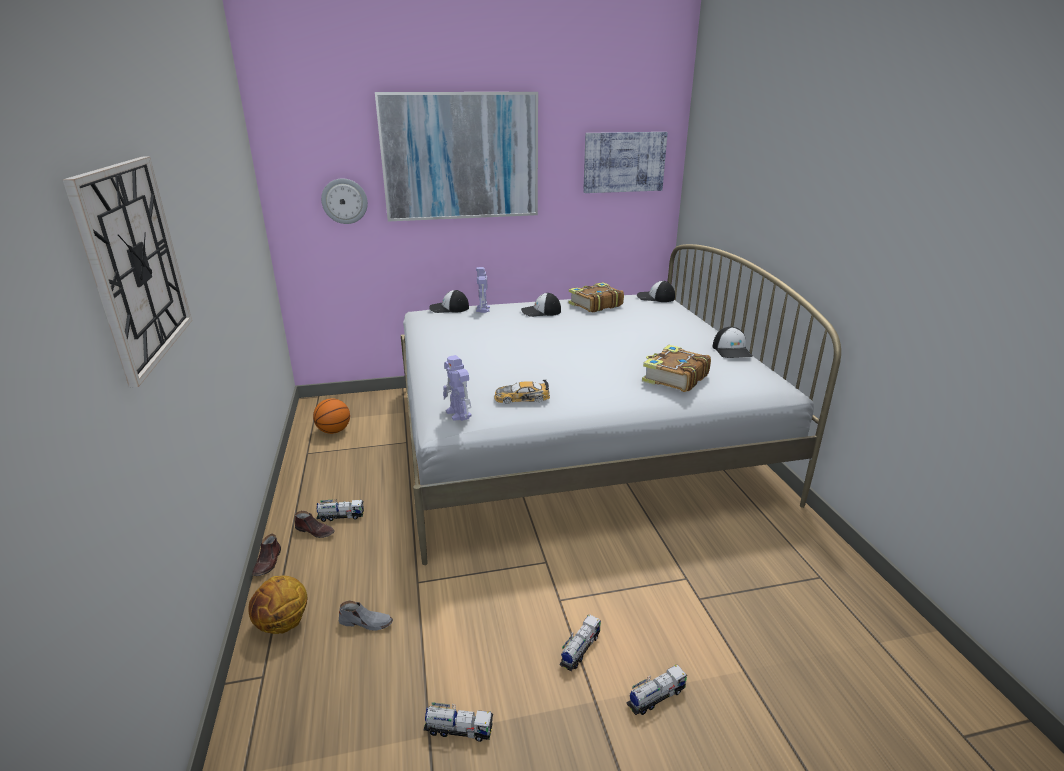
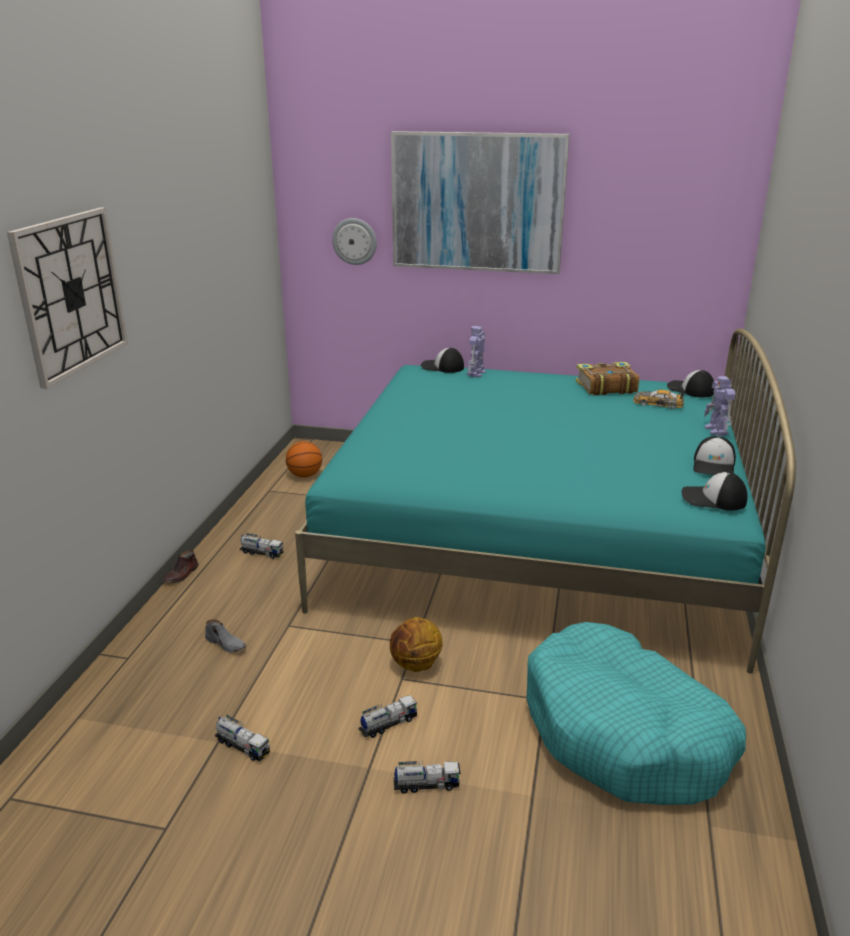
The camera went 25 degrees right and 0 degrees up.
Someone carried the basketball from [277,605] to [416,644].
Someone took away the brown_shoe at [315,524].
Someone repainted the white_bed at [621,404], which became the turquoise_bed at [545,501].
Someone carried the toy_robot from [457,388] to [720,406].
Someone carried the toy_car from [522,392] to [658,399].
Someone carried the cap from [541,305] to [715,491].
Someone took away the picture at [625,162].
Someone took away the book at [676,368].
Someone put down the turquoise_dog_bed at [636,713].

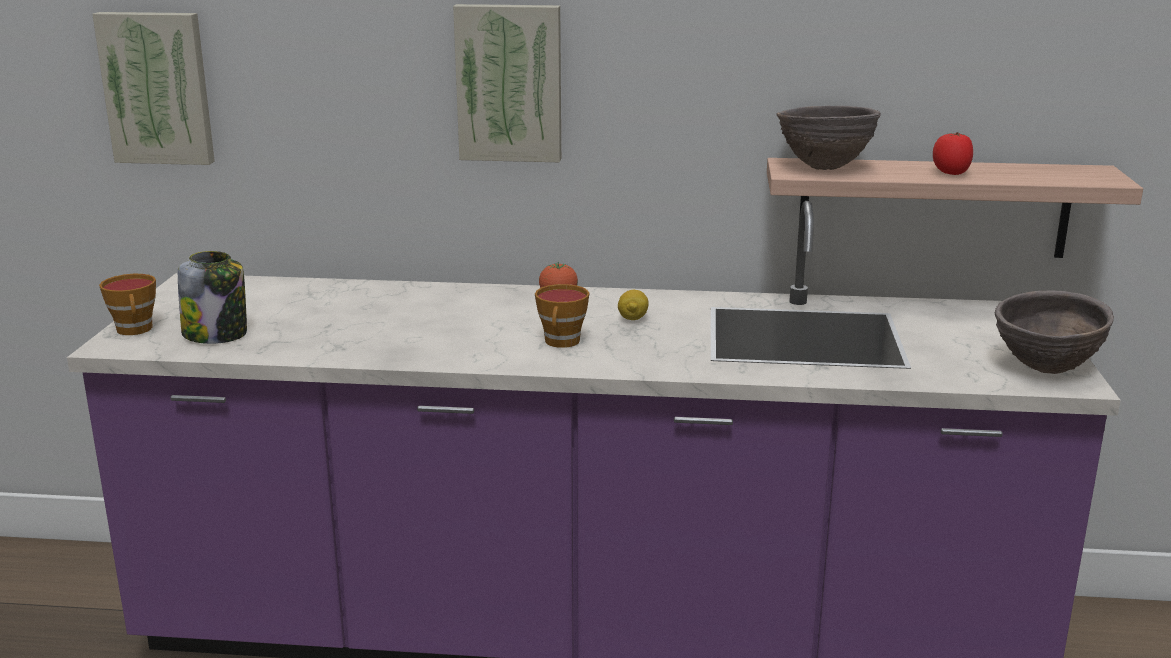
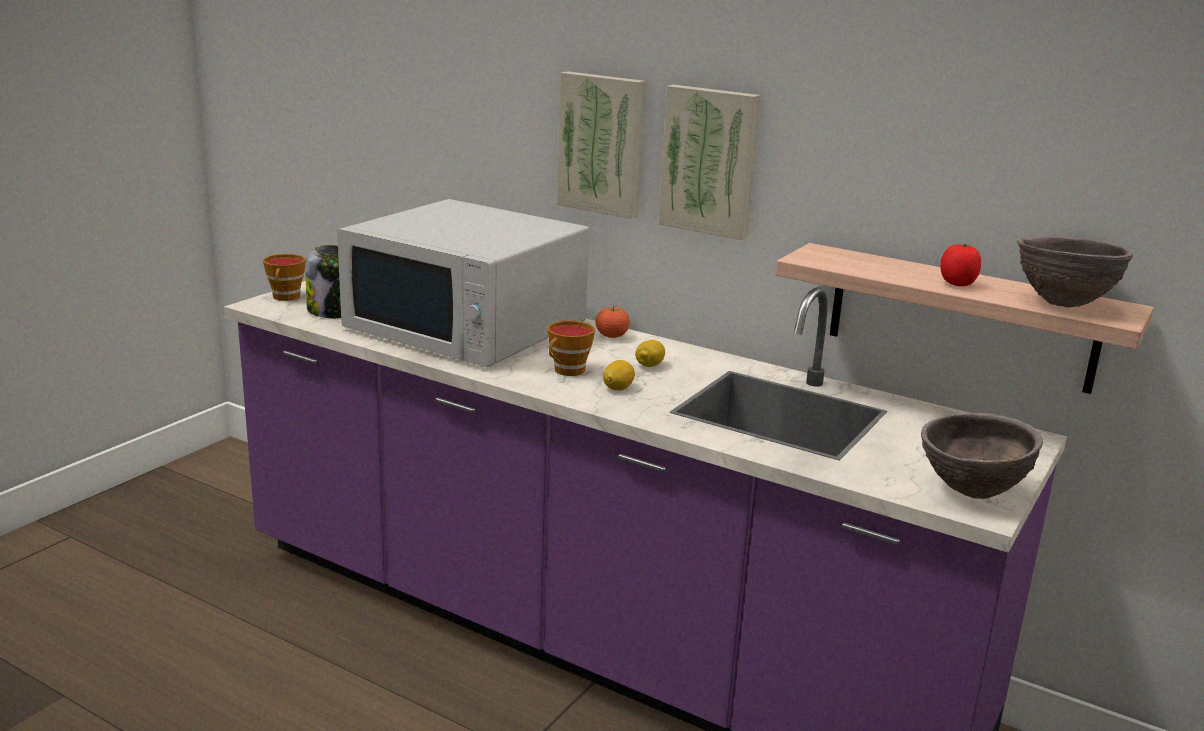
The camera went 25 degrees right and 0 degrees up.
Someone carried the picture from [153,88] to [709,162].
Someone carried the brown_bowl from [828,138] to [1075,272].
Someone put down the white_microwave at [463,283].
Someone put down the lemon at [619,375].

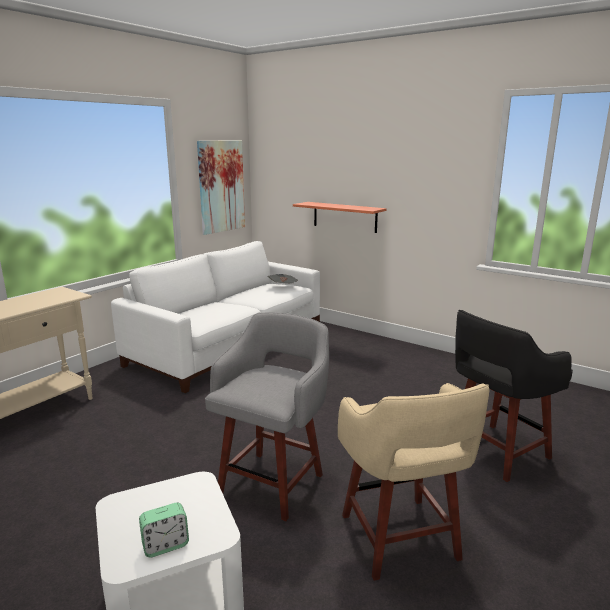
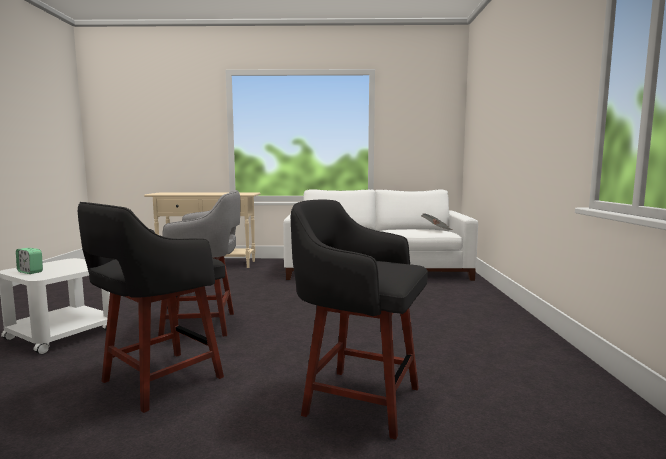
The camera went 55 degrees right and 10 degrees down.
Someone took away the picture at [221,188].
Someone took away the shelf at [339,217].
Someone repainted the beige_stool at [414,482], which became the black_stool at [151,307].

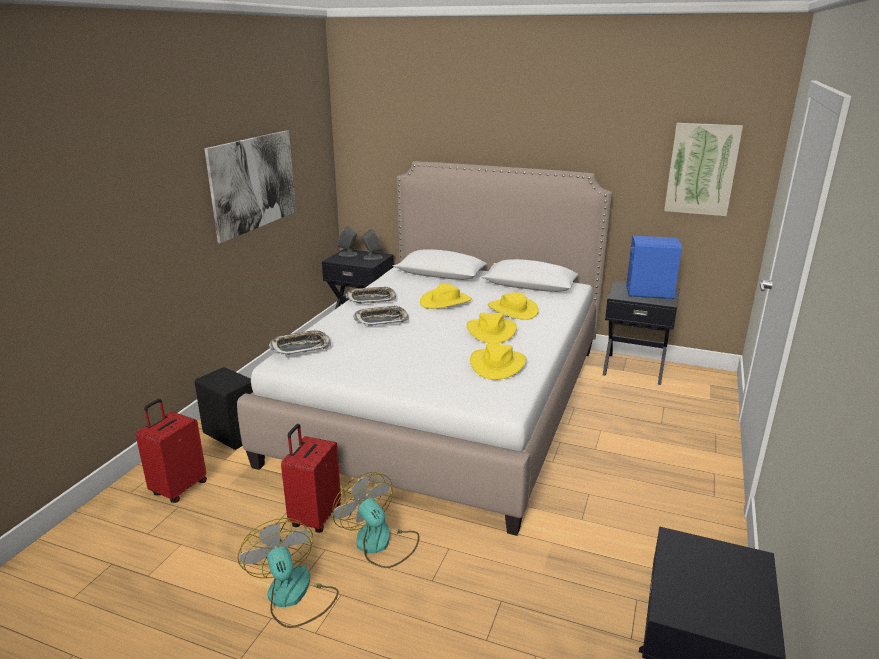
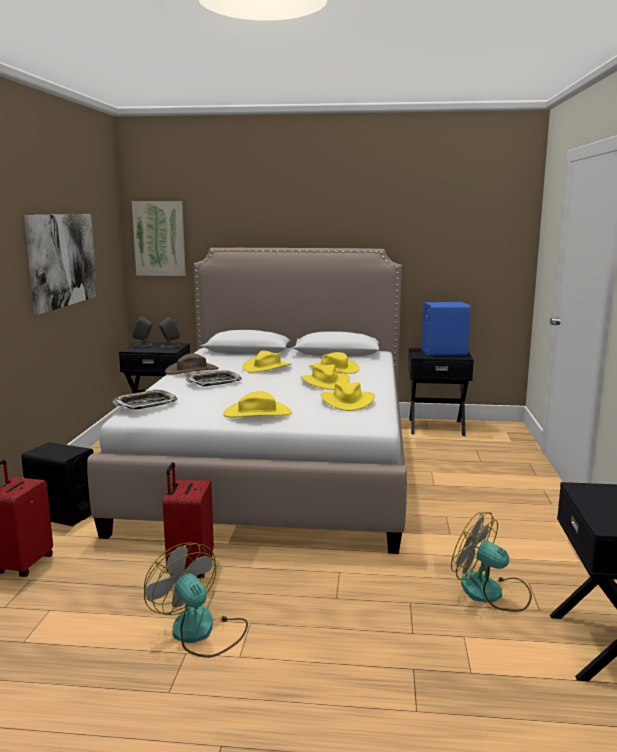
The camera went 15 degrees left and 10 degrees down.
Someone carried the fan from [376,520] to [491,562].
Someone swapped the tray at [371,294] for the brown_hat at [192,364].
Someone carried the picture from [703,169] to [159,238].
Someone put down the yellow_hat at [257,404].

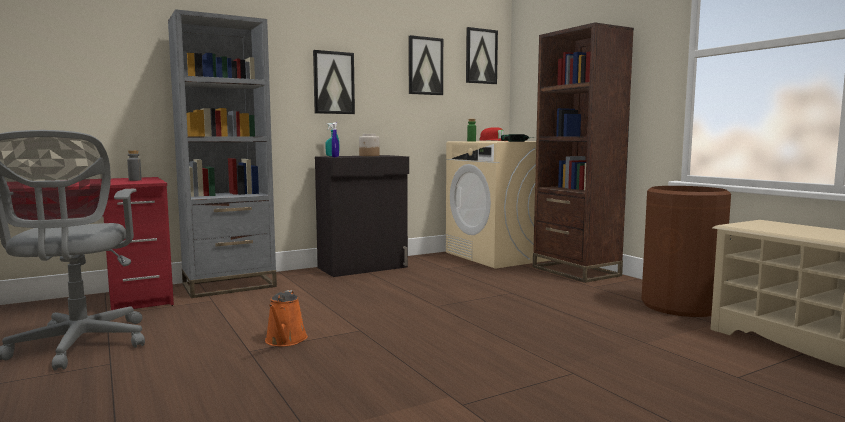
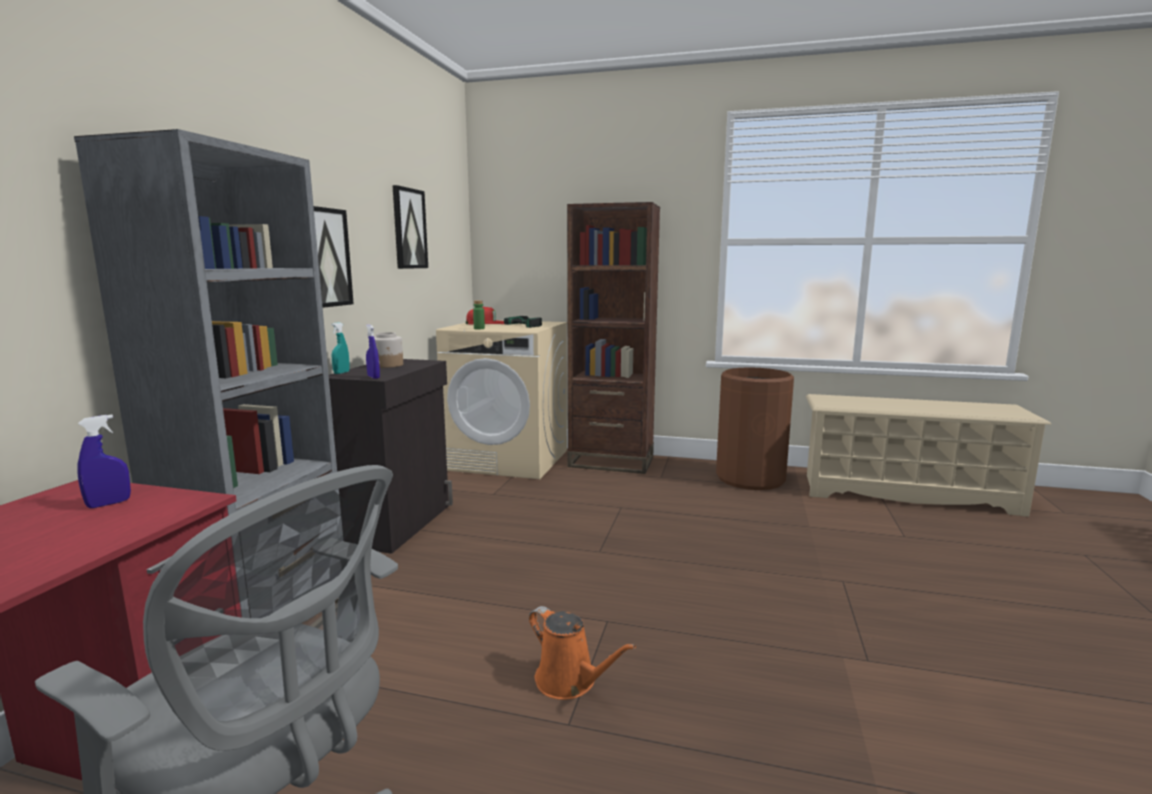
The camera went 45 degrees left and 5 degrees up.
Someone swapped the grey_bottle at [134,165] for the blue_spray_bottle at [104,461].
Someone took away the picture at [482,55].

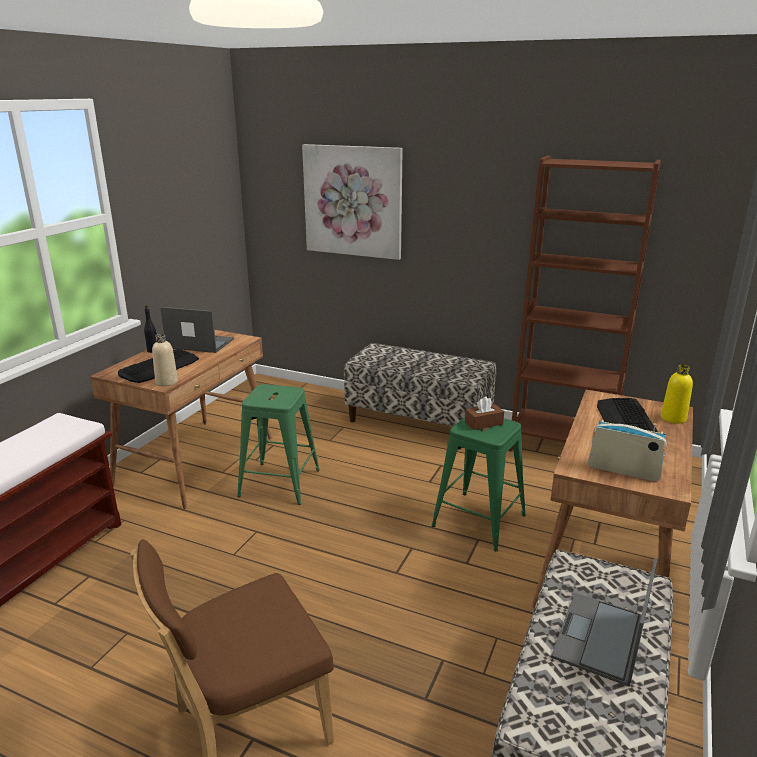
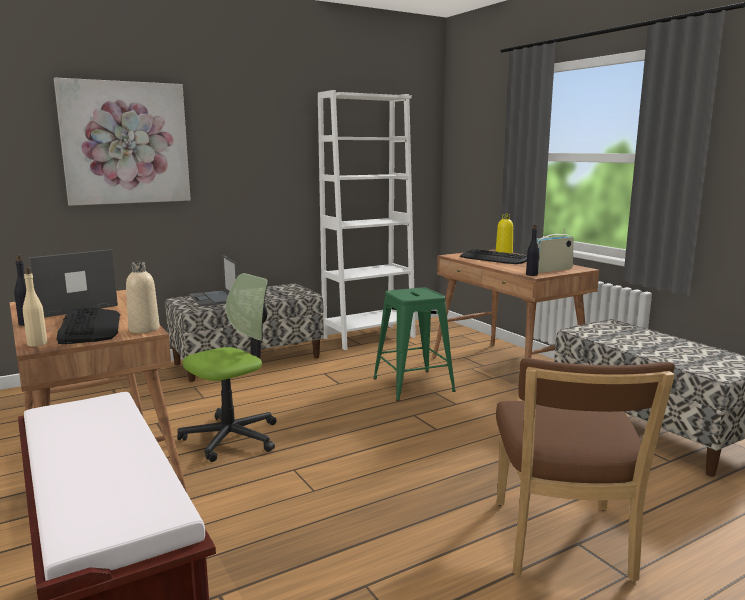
The camera went 55 degrees left and 10 degrees down.
Someone swapped the green_stool at [278,444] for the office_chair at [227,367].
Someone took away the brown_tissue_box at [484,413].
Someone repainted the brown_bookcase at [584,304], which became the white_bookcase at [367,220].
Someone carried the laptop from [604,622] to [213,280].
Someone put down the beige_bottle at [35,307].
Someone put down the black_bottle at [533,250].

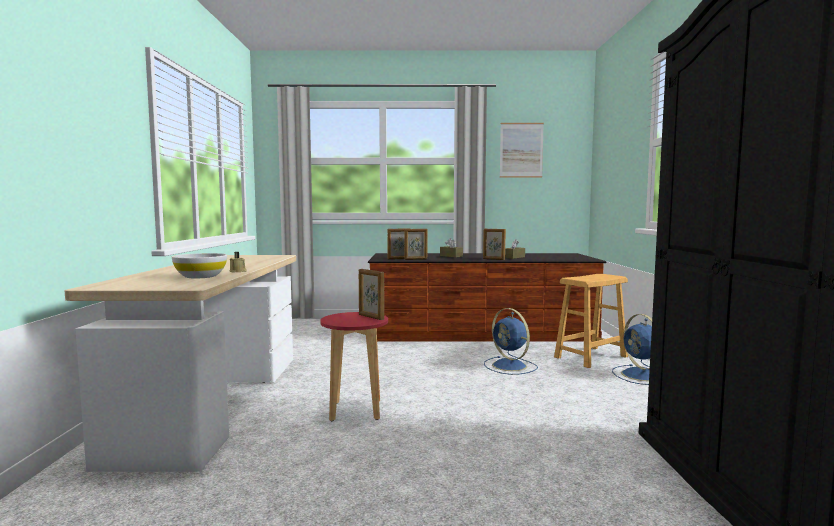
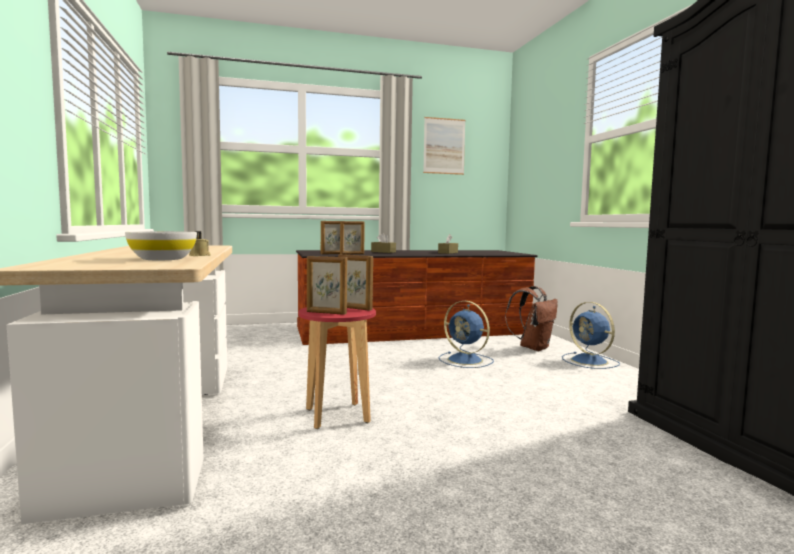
The camera went 15 degrees left and 0 degrees up.
Someone carried the picture_frame from [494,244] to [327,285].
Someone swapped the brown_stool at [591,321] for the brown_backpack at [531,318].

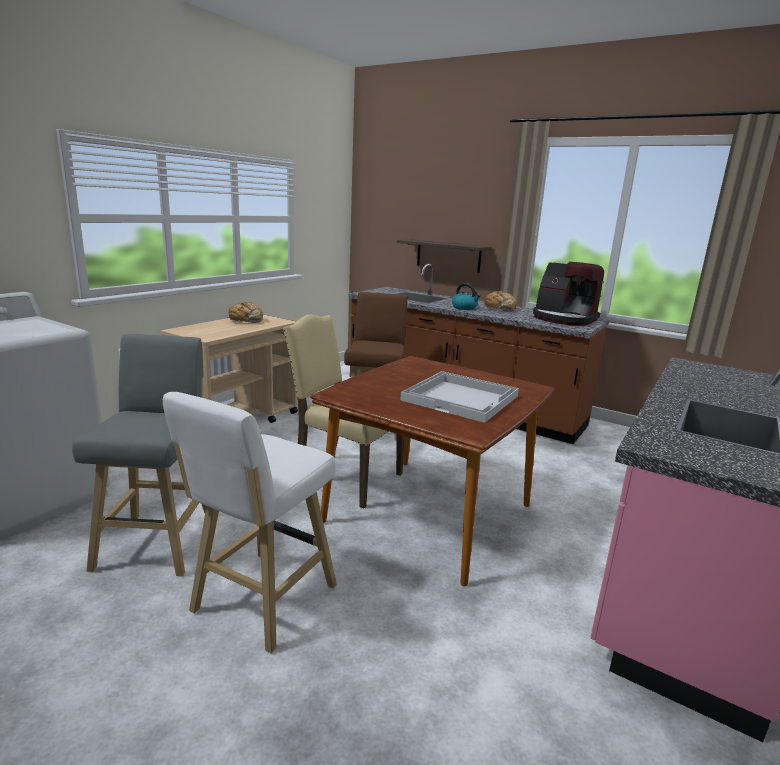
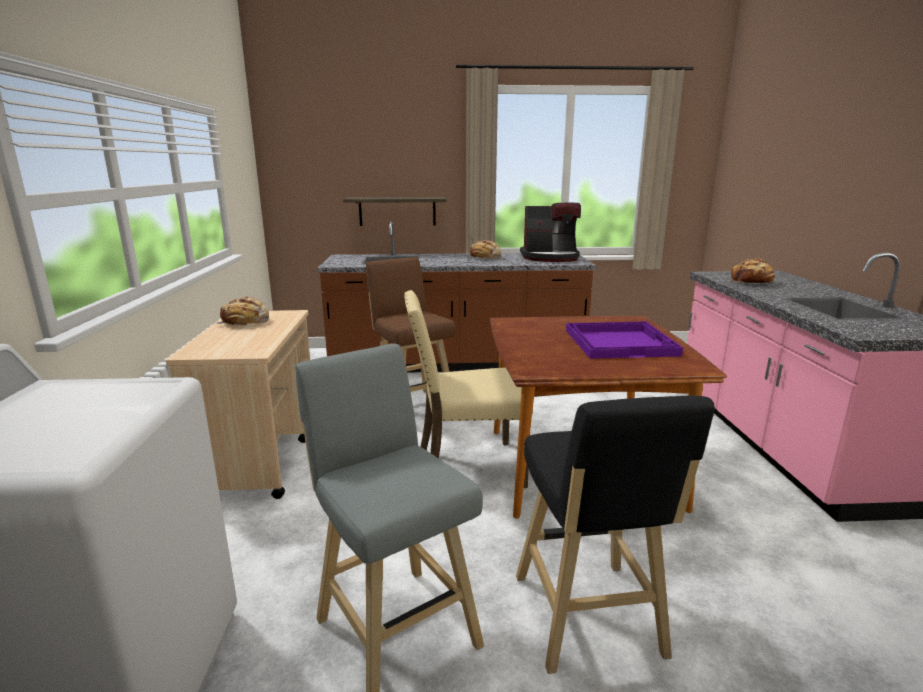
The camera went 35 degrees left and 0 degrees up.
Someone repainted the white_stool at [250,522], which became the black_stool at [615,535].
Someone repainted the white_tray at [459,397], which became the purple_tray at [624,340].
Someone took away the kettle at [466,296].
Someone put down the bread at [753,271].

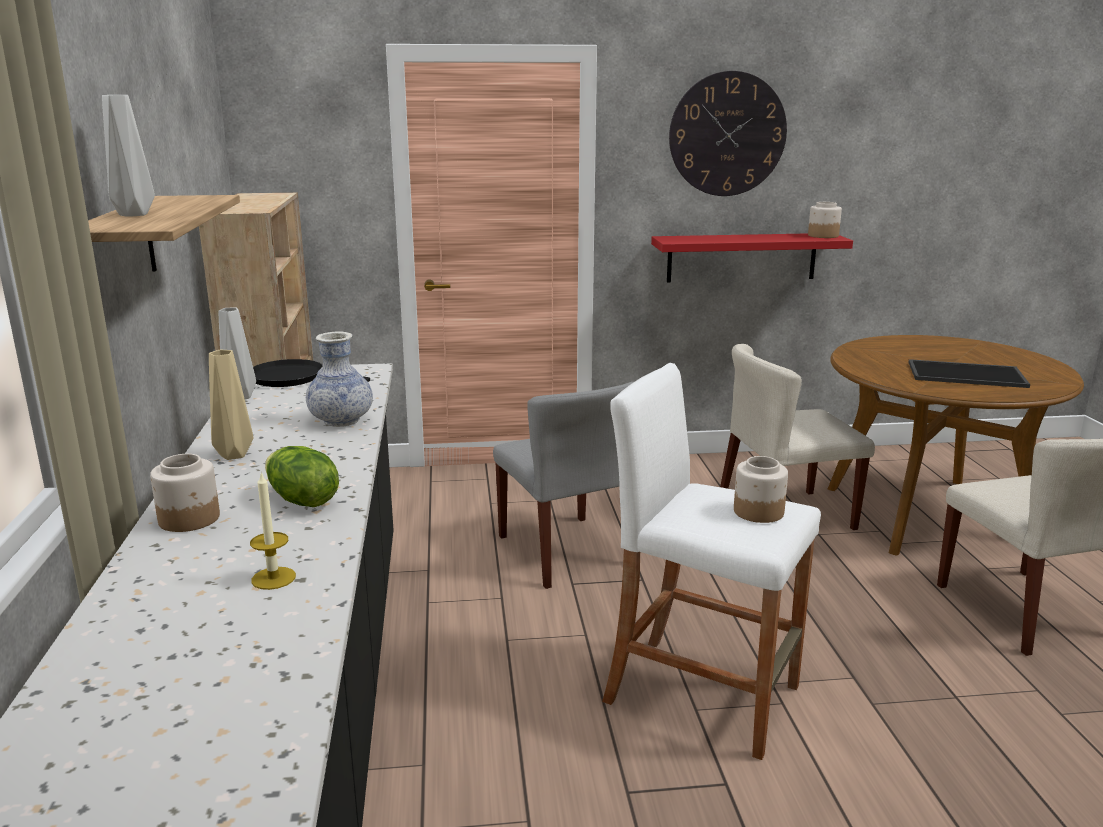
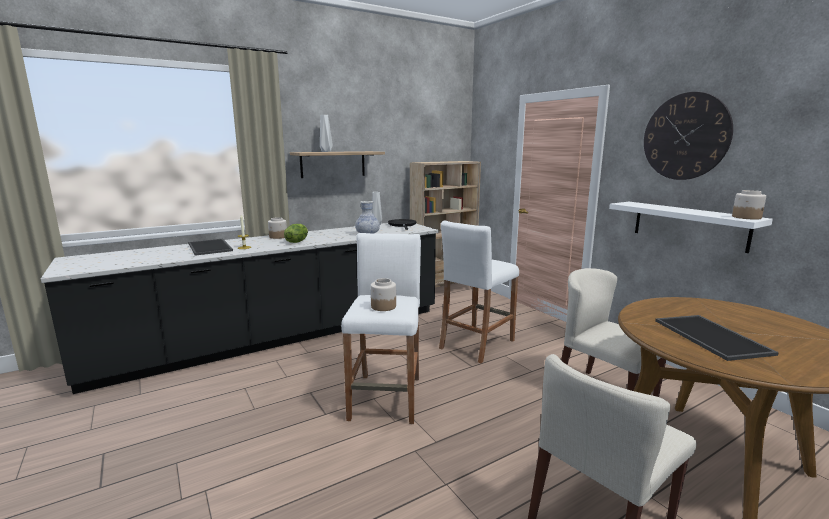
The camera went 65 degrees right and 5 degrees down.
Someone took away the beige_vase at [231,405].
Someone swapped the grey_chair at [563,485] for the white_stool at [479,291].
Someone repainted the red_shelf at [752,257], which became the white_shelf at [691,227].
Someone put down the tray at [210,247].

